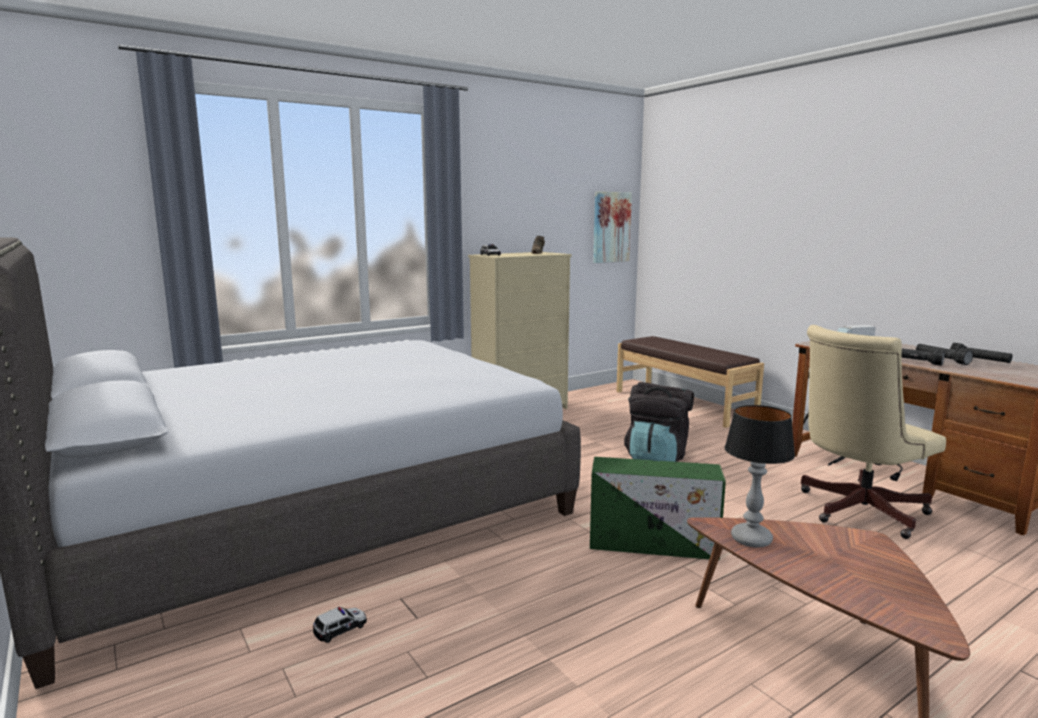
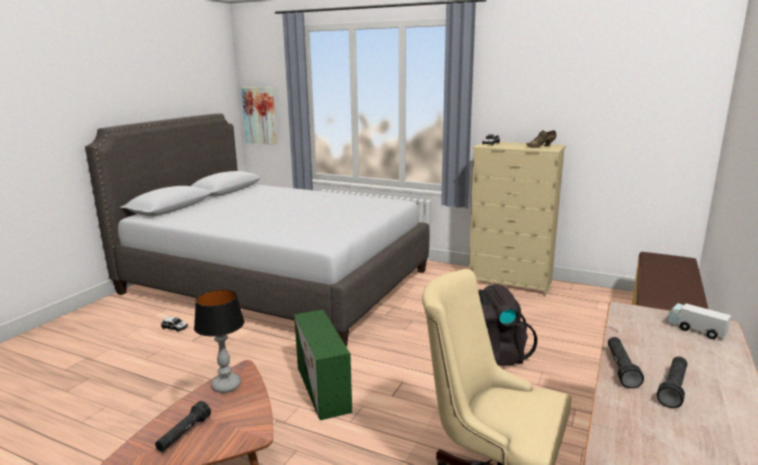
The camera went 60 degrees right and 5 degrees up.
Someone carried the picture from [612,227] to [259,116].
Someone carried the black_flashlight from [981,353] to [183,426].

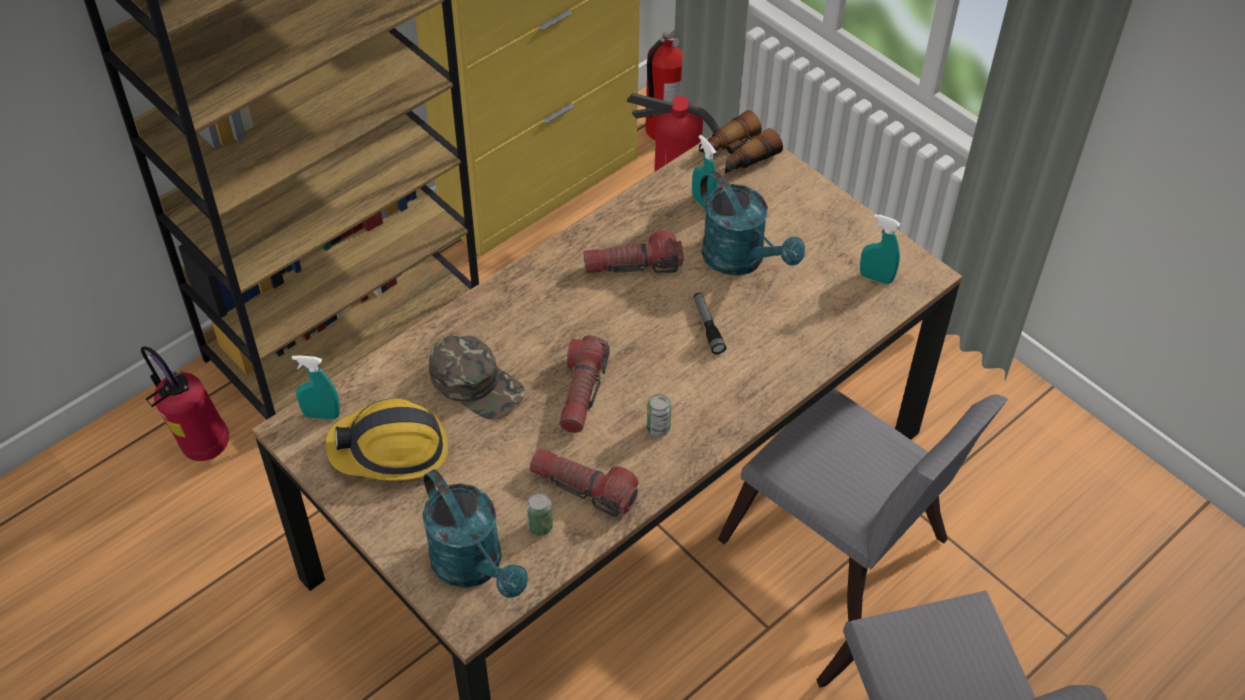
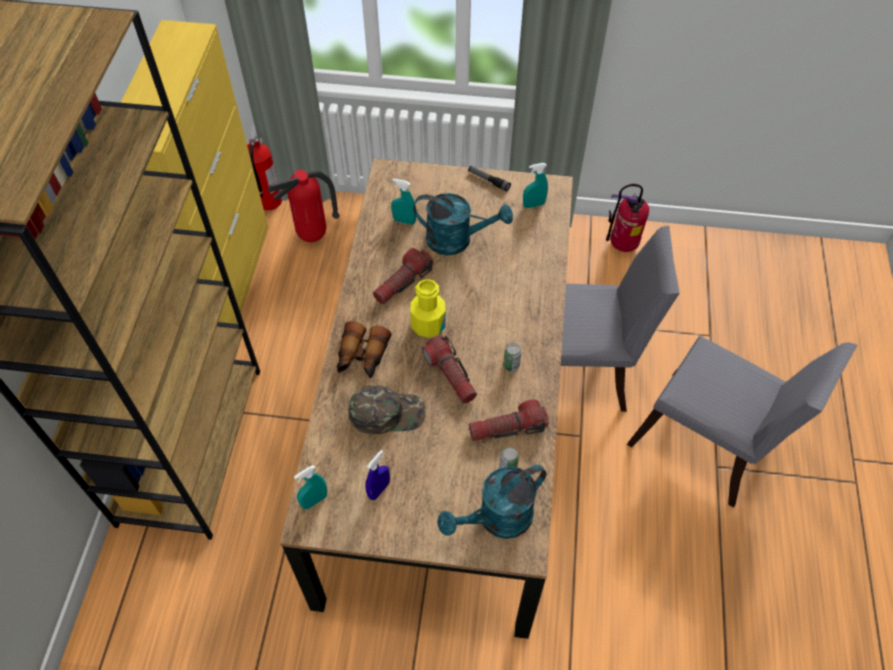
The camera went 40 degrees left and 5 degrees up.
Someone carried the fire_extinguisher from [185,403] to [627,218].
Someone swapped the hard_hat at [386,439] for the blue_spray_bottle at [377,475].
Someone rotated the turquoise_watering_can at [475,533] by 135 degrees clockwise.
Someone carried the flashlight from [709,324] to [489,179].
Someone carried the binoculars from [741,142] to [364,349].
Someone put down the yellow_bottle at [428,308].

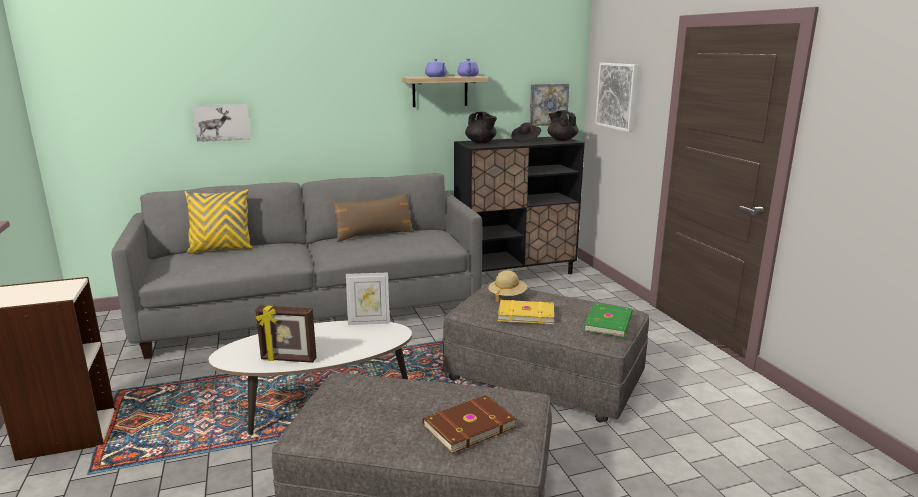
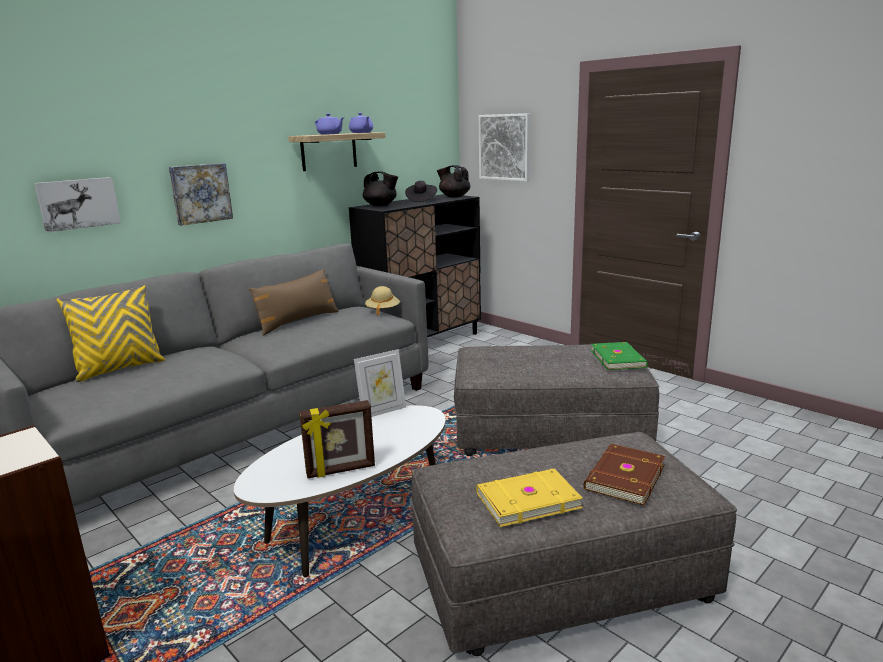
The camera went 25 degrees left and 0 degrees up.
Someone carried the beige_hat from [507,286] to [382,301].
Someone carried the yellow_book from [526,312] to [529,497].
Someone carried the picture from [549,105] to [201,194].

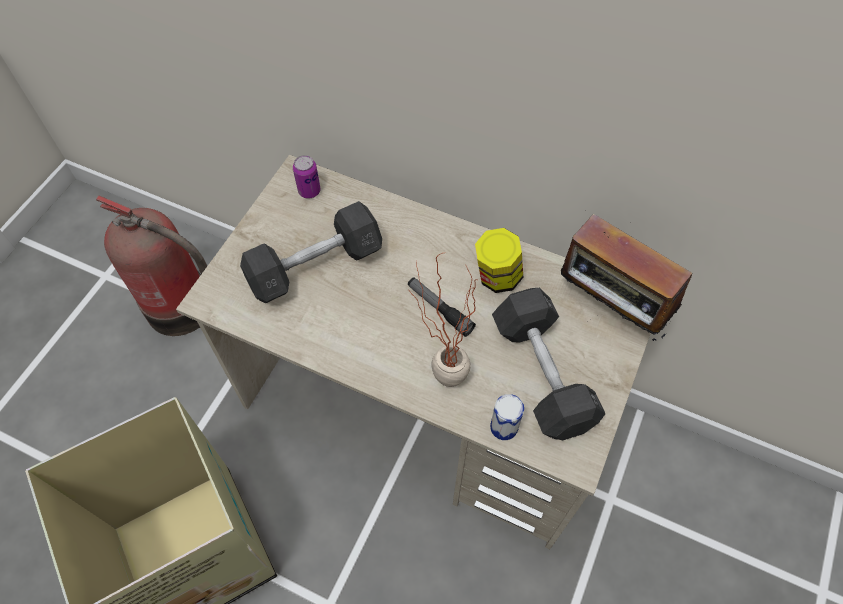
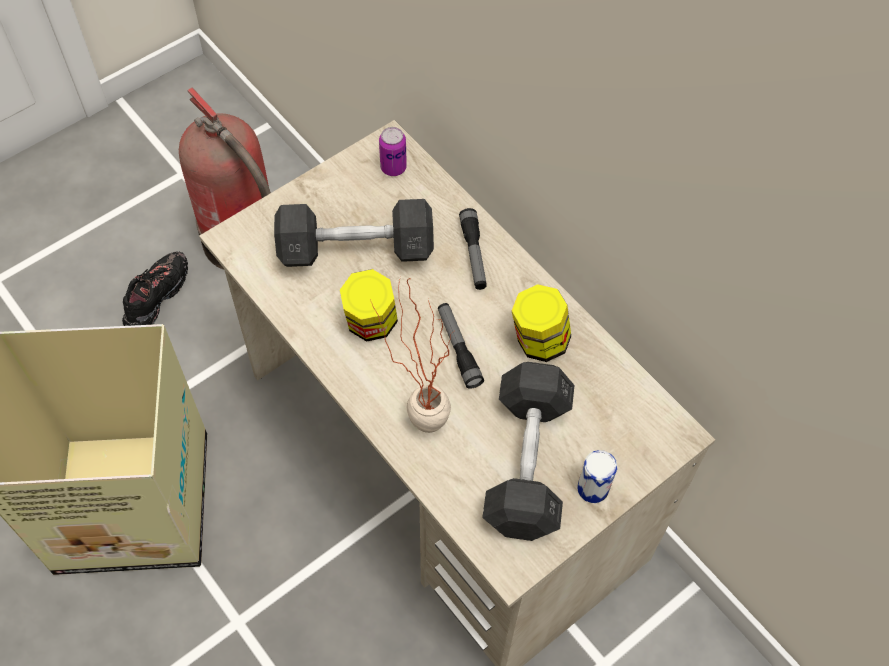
The camera went 25 degrees right and 0 degrees up.
Someone carried the can from [507,417] to [597,476].
Someone took away the radio at [626,277].
Someone put down the black_shoe at [155,288].
Someone put down the jar at [369,305].
Someone put down the flashlight at [473,249].

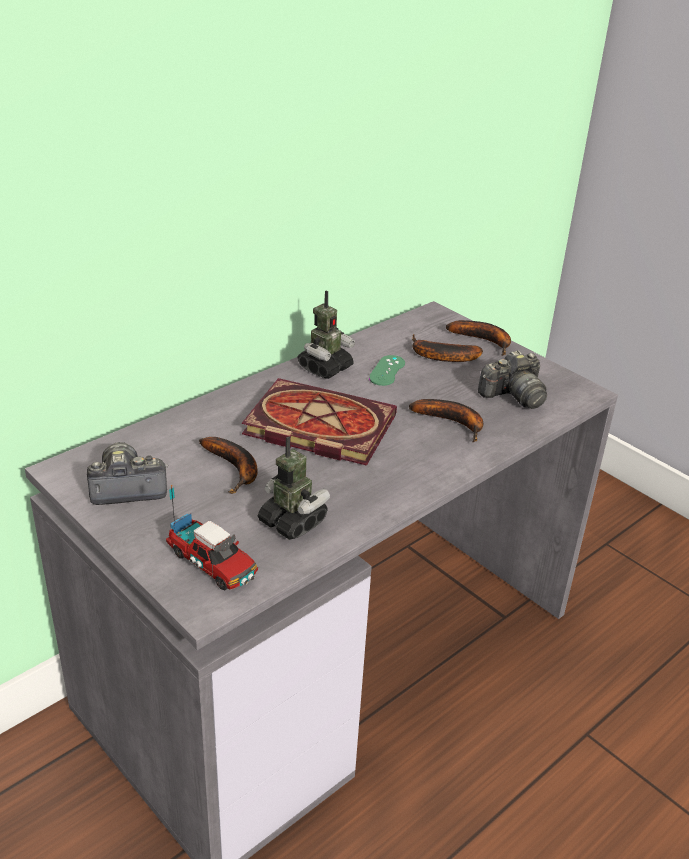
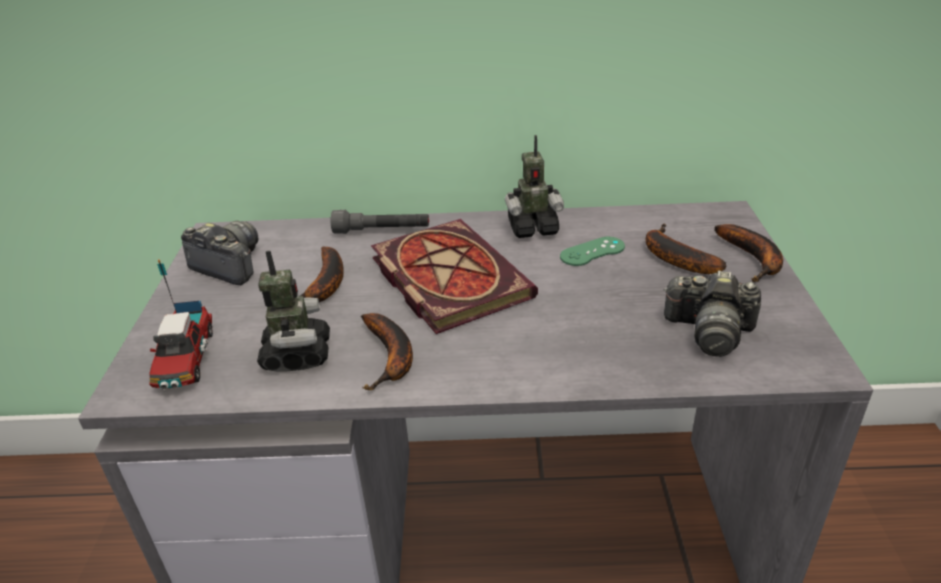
The camera went 45 degrees right and 0 degrees up.
Someone carried the banana from [446,420] to [387,351].
Someone put down the grey_flashlight at [380,222].

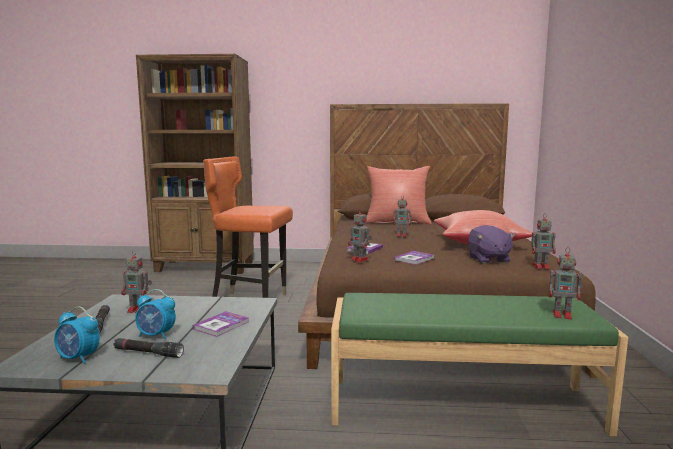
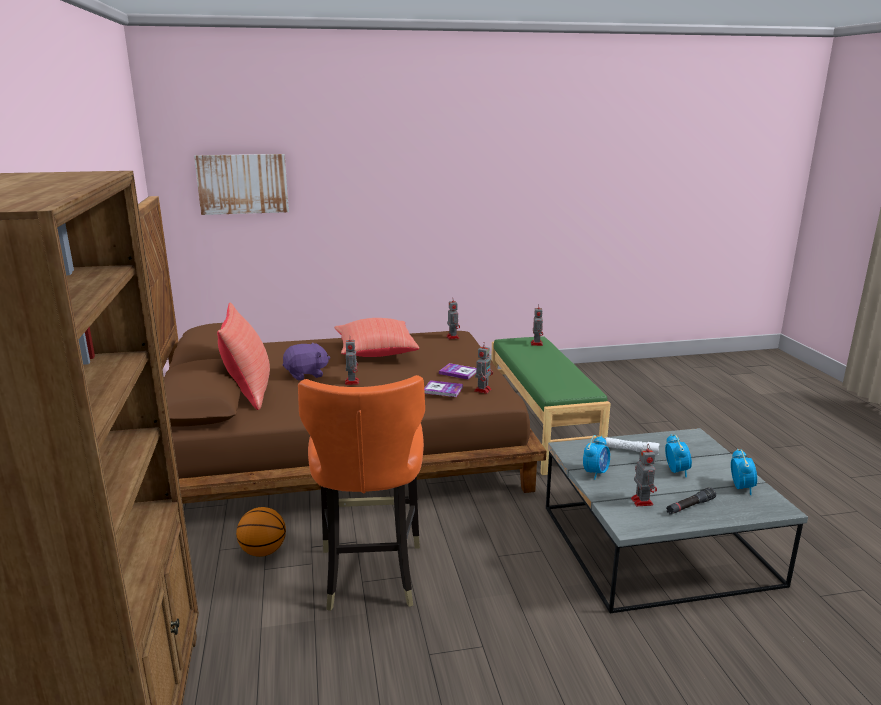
The camera went 105 degrees left and 10 degrees up.
Someone took away the black_flashlight at [149,348].
Someone swapped the book at [221,324] for the white_flashlight at [631,446].
Someone carried the purple_plush_toy from [491,244] to [306,361].
Someone put up the picture at [241,184].
Someone put down the basketball at [261,532].
Someone put down the alarm_clock at [596,457].

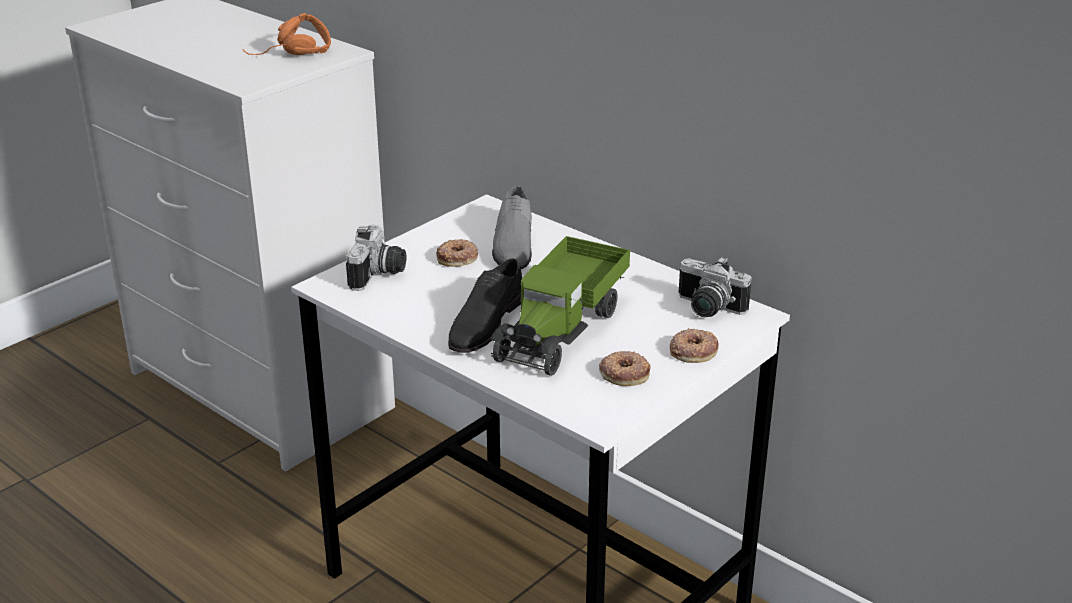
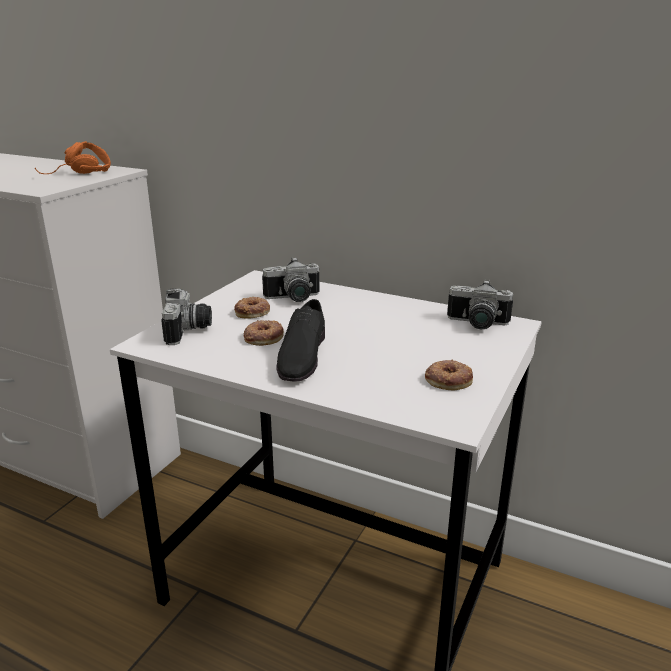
The camera went 15 degrees left and 5 degrees down.
Someone took away the toy_truck at [560,306].
Someone swapped the grey_shoe at [512,227] for the photo_camera at [290,279].
Someone carried the donut from [694,345] to [264,333].

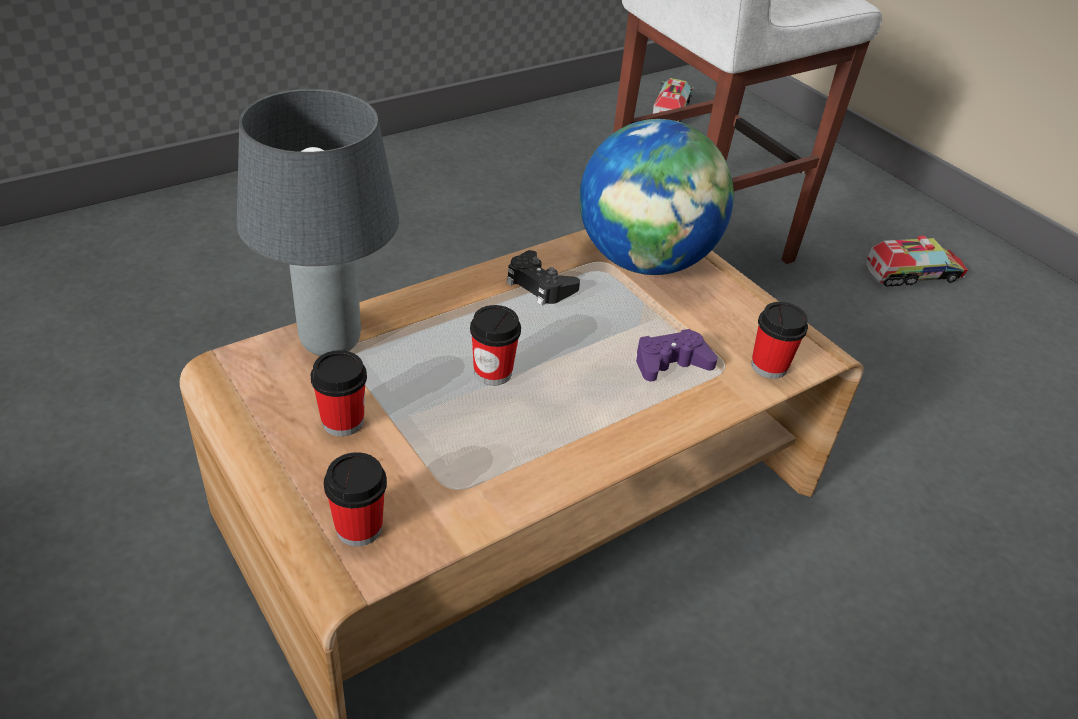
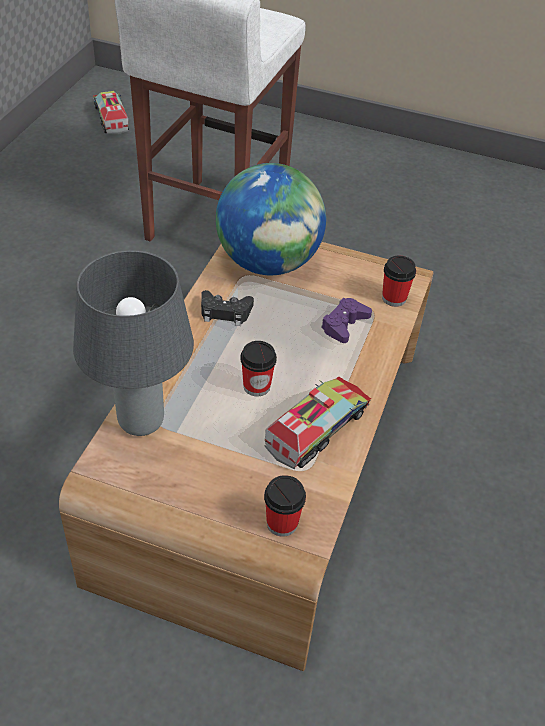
The camera went 35 degrees left and 5 degrees up.
Someone took away the cup at [339,393].
Someone carried the toy_truck from [916,261] to [318,422].

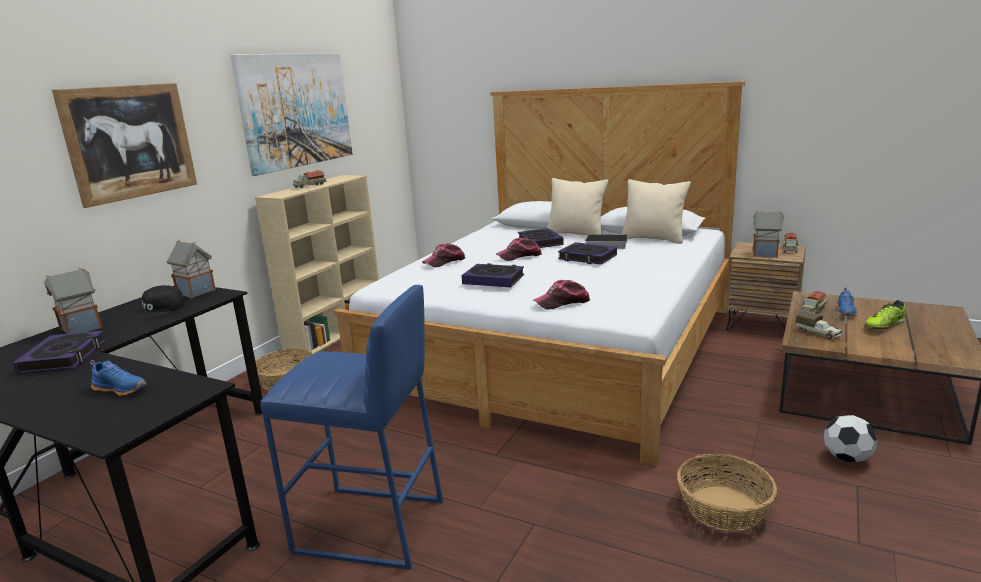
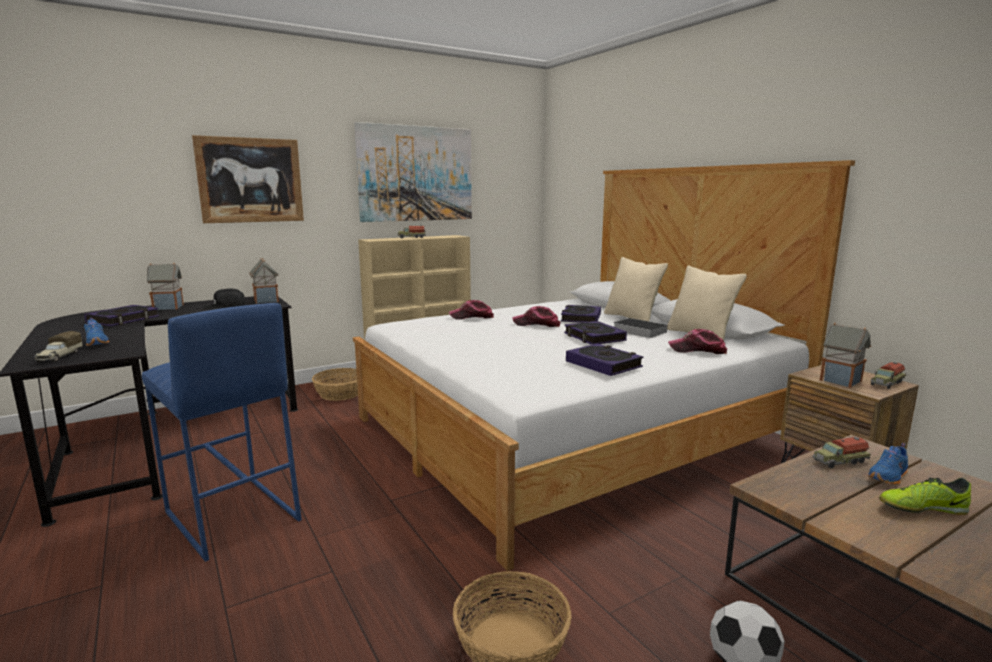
The camera went 30 degrees right and 5 degrees down.
Someone carried the book from [492,275] to [604,360].
Someone carried the cap from [561,295] to [697,341].
Someone carried the toy_truck from [818,325] to [58,346].

